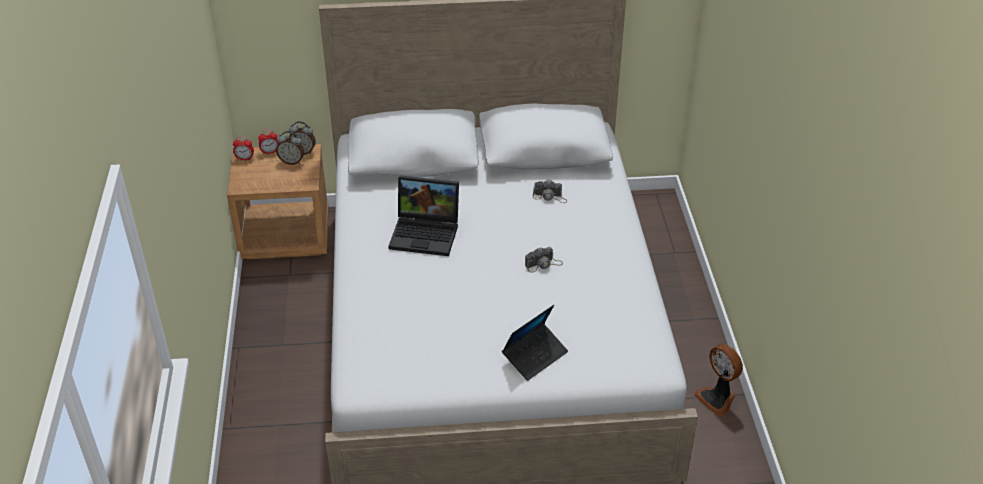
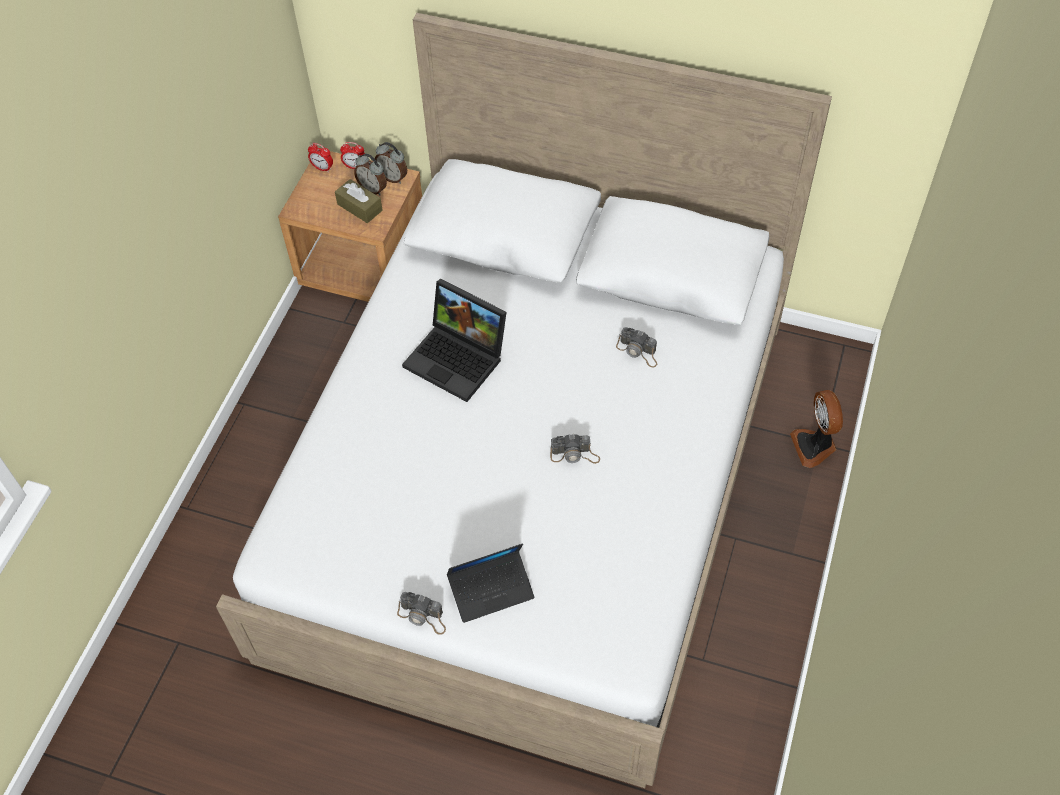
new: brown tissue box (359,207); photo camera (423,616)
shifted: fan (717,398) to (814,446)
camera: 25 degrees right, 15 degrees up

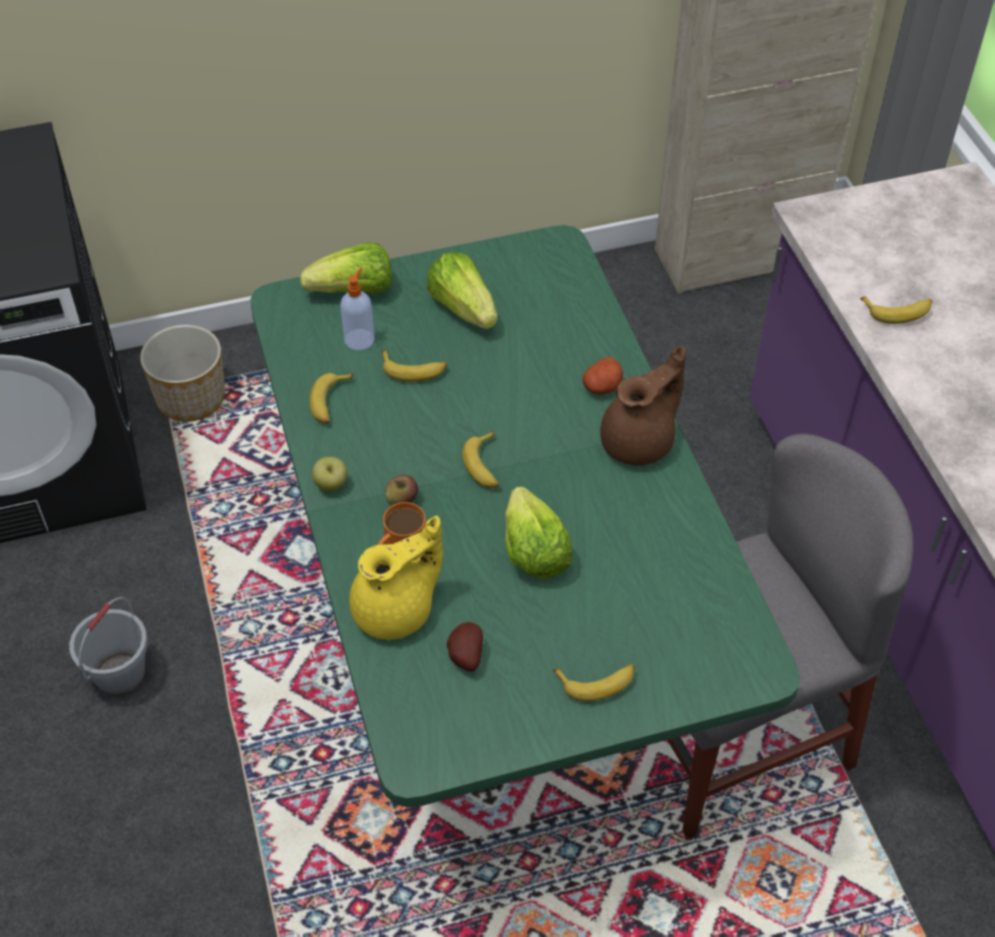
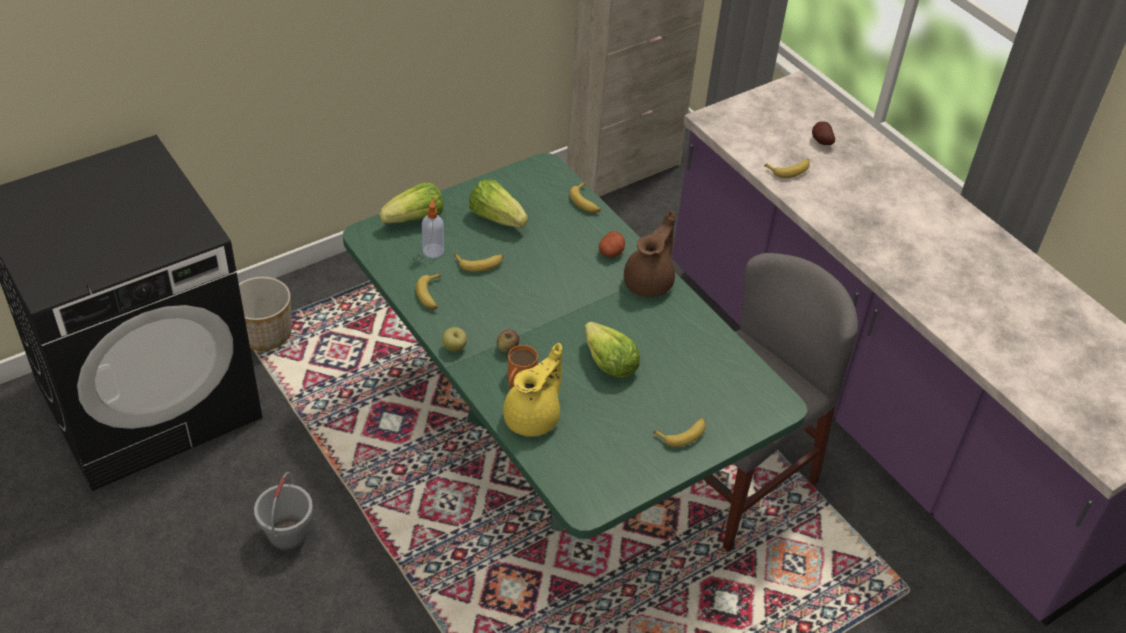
shifted: potato (464,656) to (820,141); banana (485,466) to (586,202)
camera: 20 degrees left, 5 degrees down

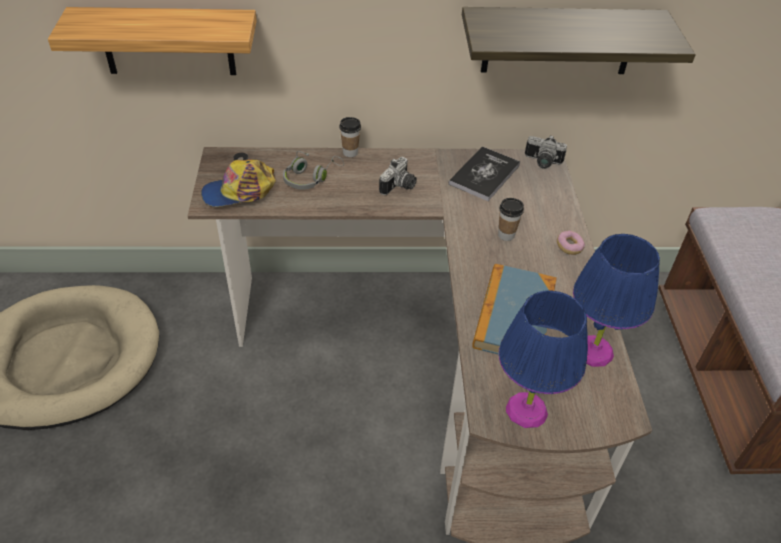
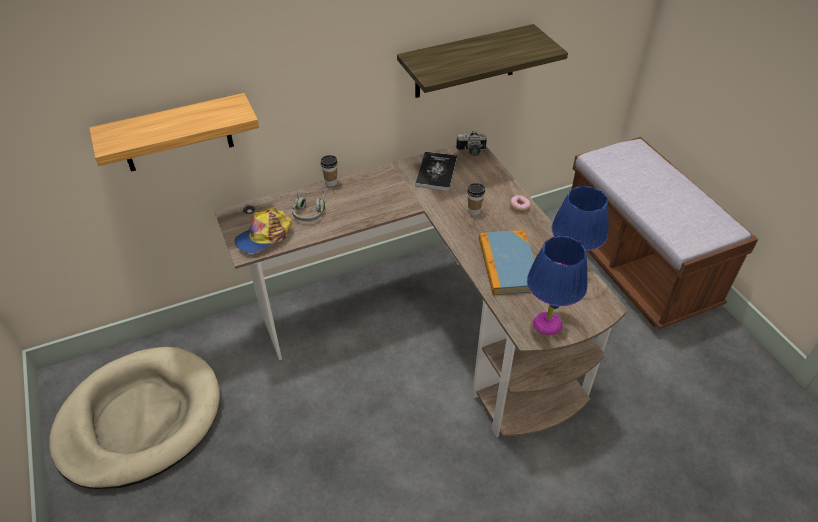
gone: photo camera (399,187)
camera: 20 degrees left, 0 degrees up

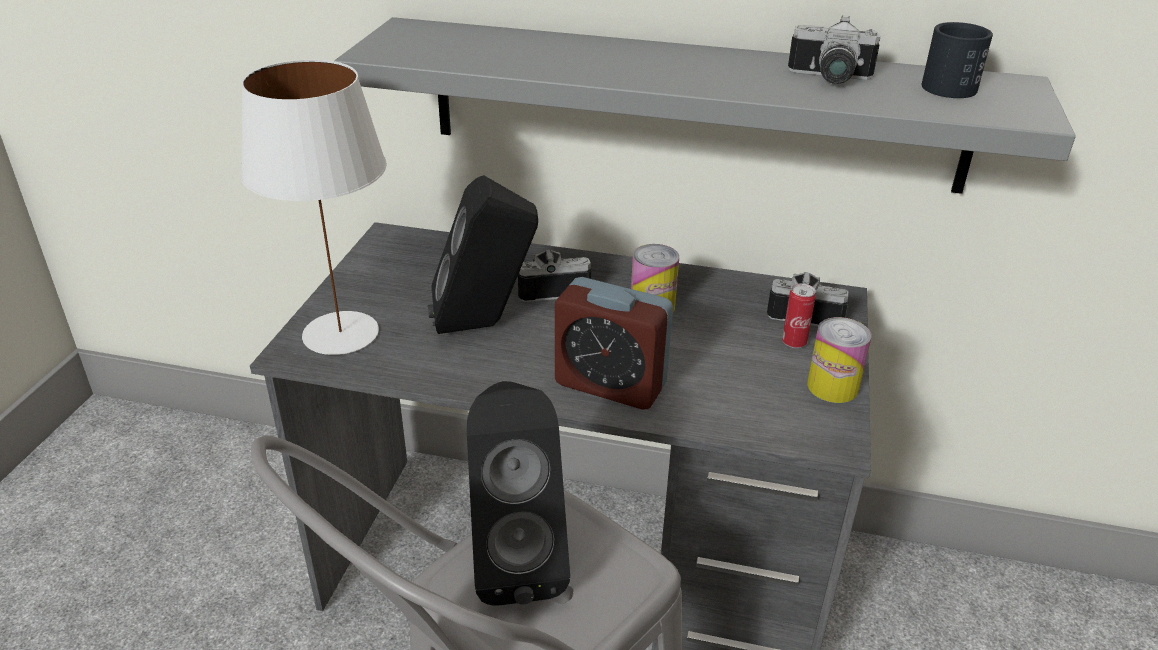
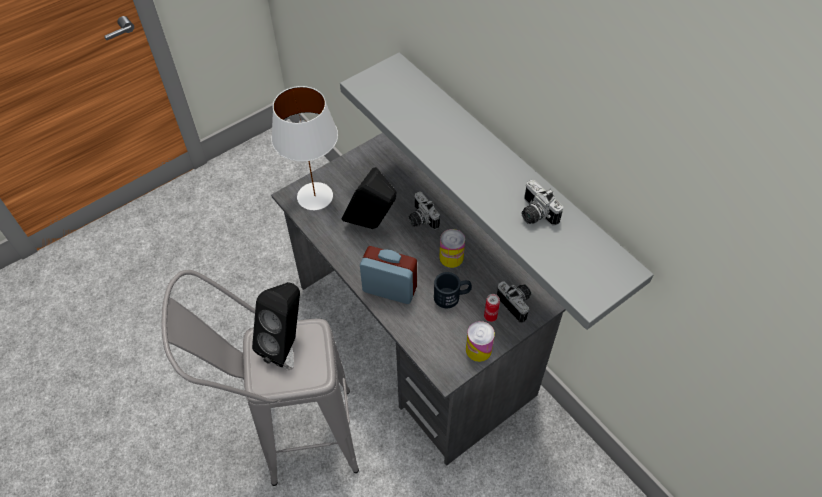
shifted: black mug (954,85) to (452,296)
rotated: photo camera (552,287) = (420,219) 150 degrees counterclockwise; alarm clock (610,385) = (389,289) 135 degrees clockwise
camera: 40 degrees right, 20 degrees up

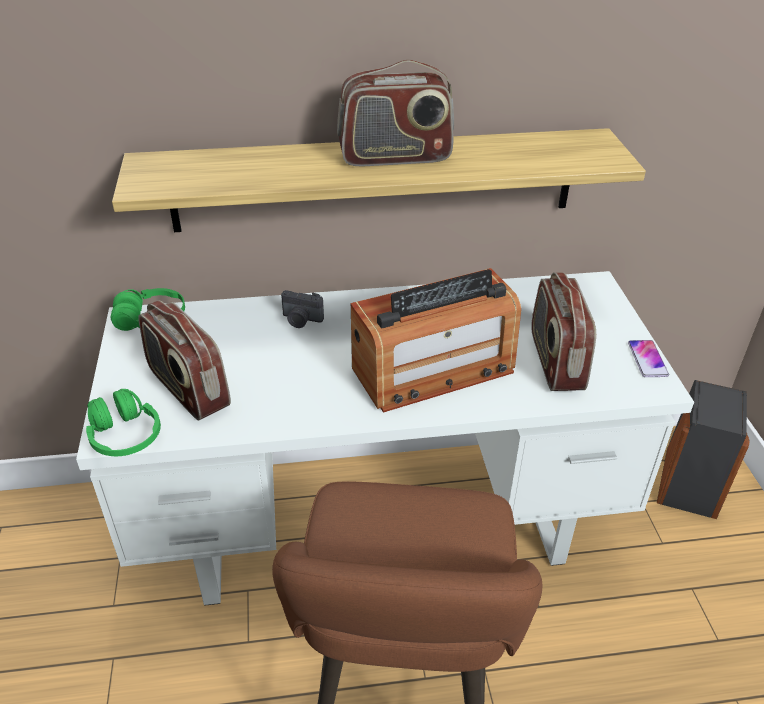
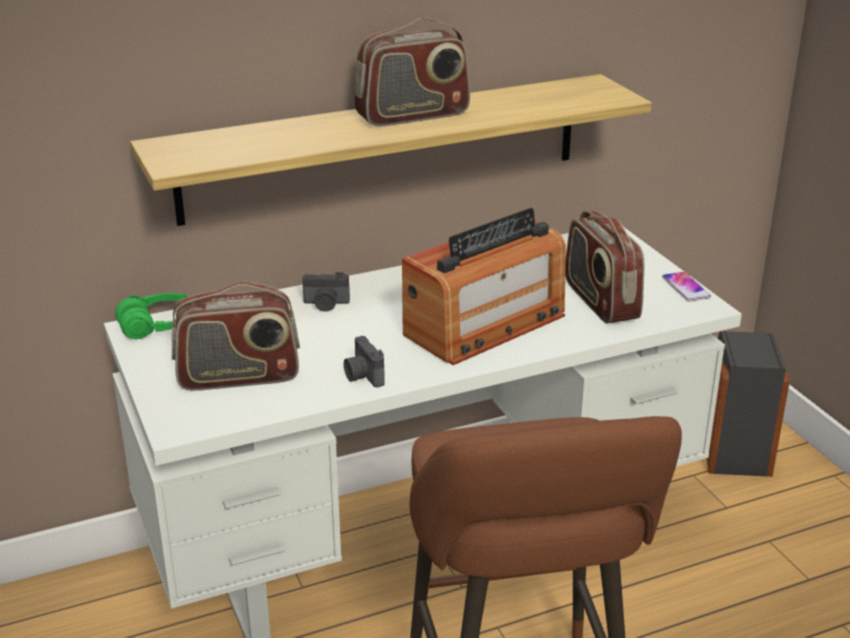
gone: green headphones (125,435)
new: photo camera (362,376)
rotated: radio (188,388) = (238,377) 45 degrees counterclockwise
camera: 15 degrees left, 10 degrees down

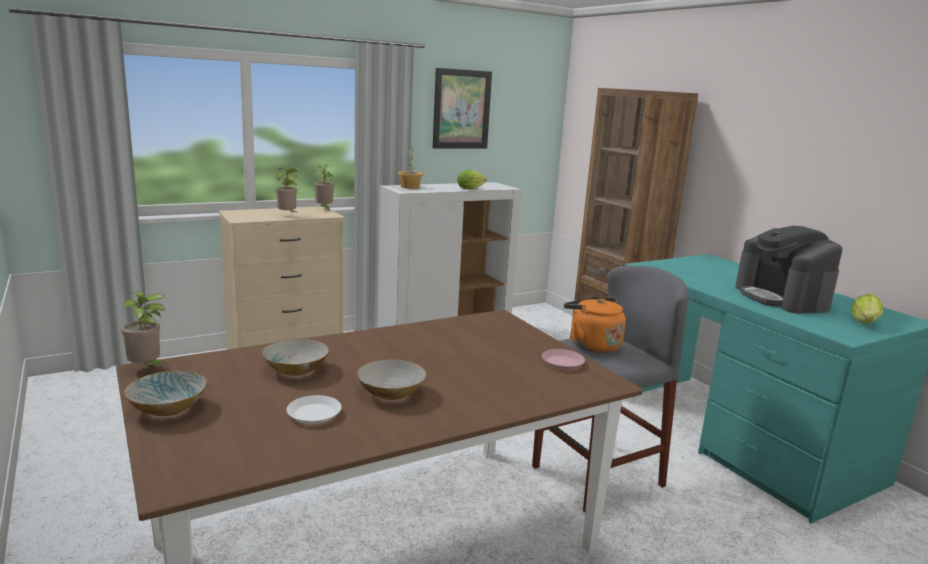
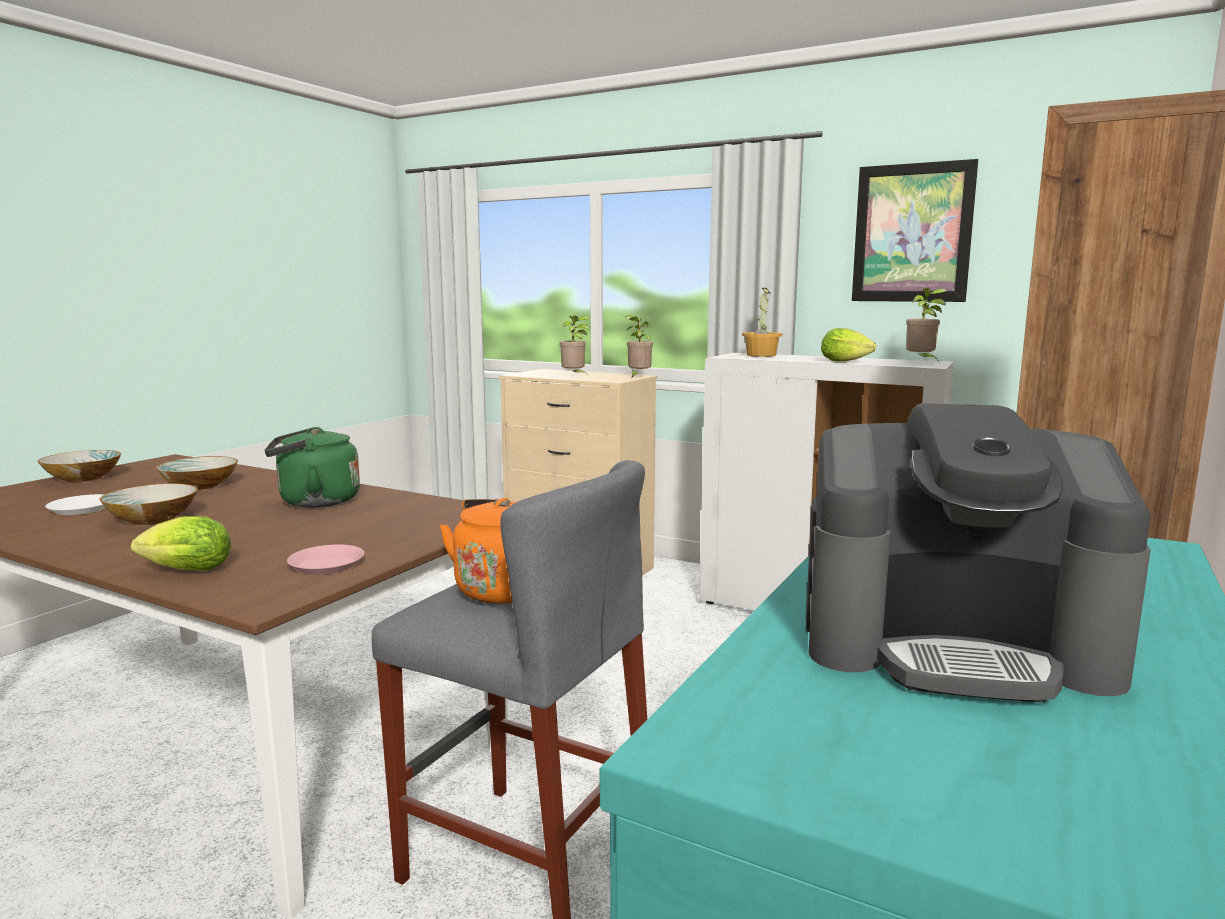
new: green kettle (314,502)
shifted: potted plant (147,368) to (921,362); lettuce (864,324) to (183,571)
rotated: coffee machine (781,298) = (953,643) 120 degrees counterclockwise
camera: 60 degrees right, 5 degrees down

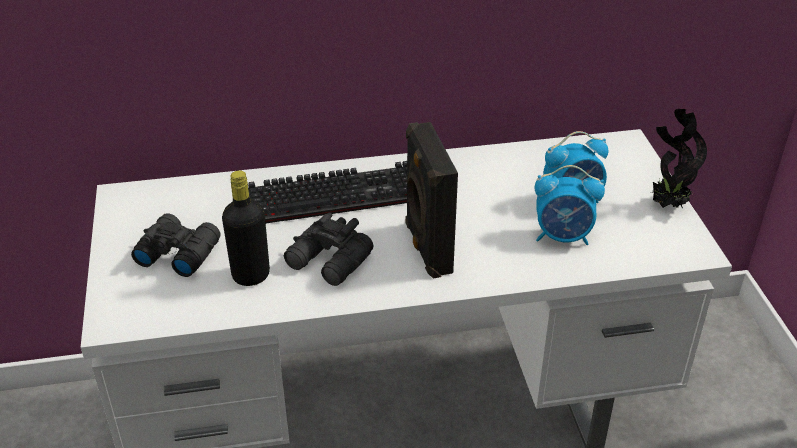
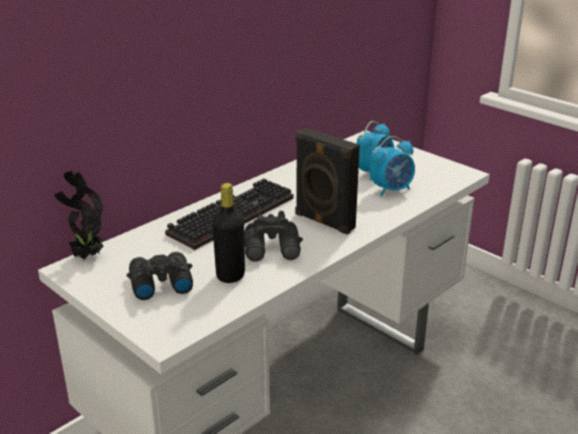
shifted: potted plant (666,205) to (87,257)
camera: 35 degrees left, 10 degrees down

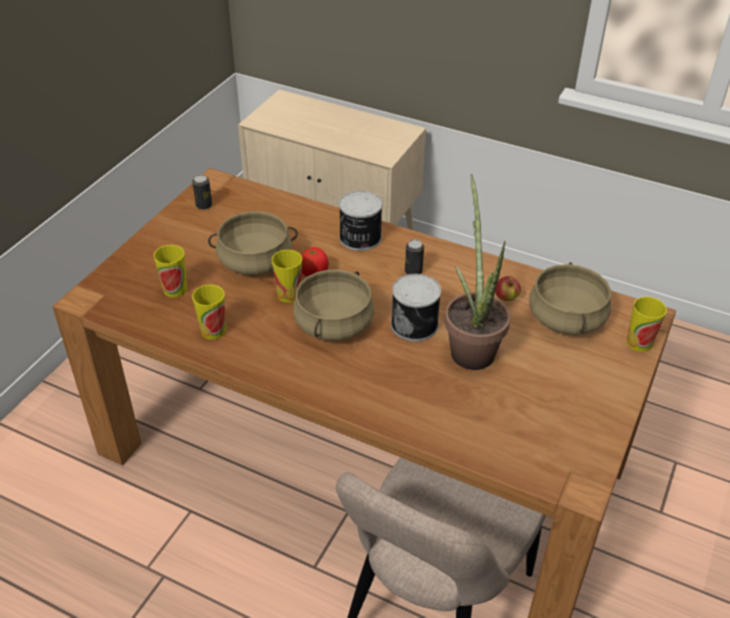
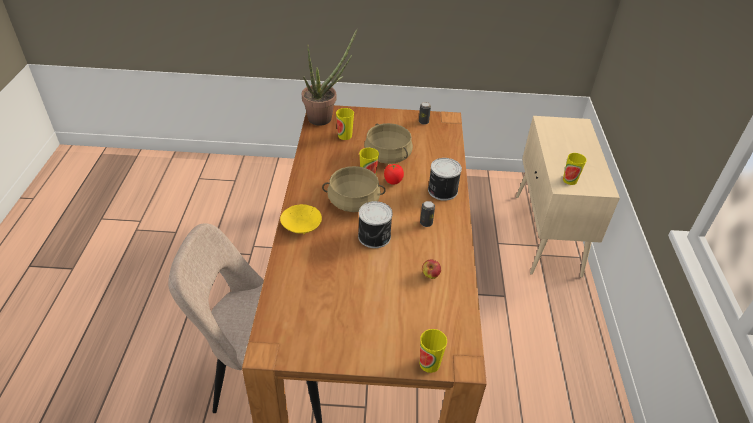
gone: beige cooking pot (567,318)
new: yellow bowl (301,225)
shifted: cup (213,330) to (569,180); potted plant (470,347) to (325,117)
camera: 65 degrees right, 0 degrees up

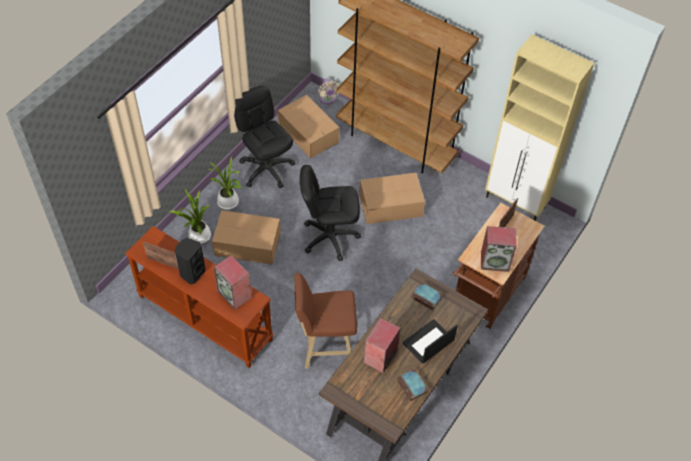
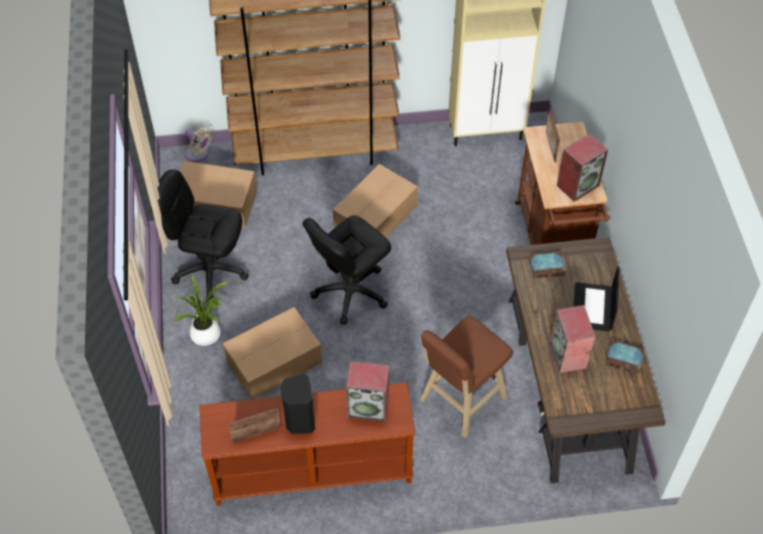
gone: potted plant (198,237)
camera: 40 degrees left, 0 degrees up

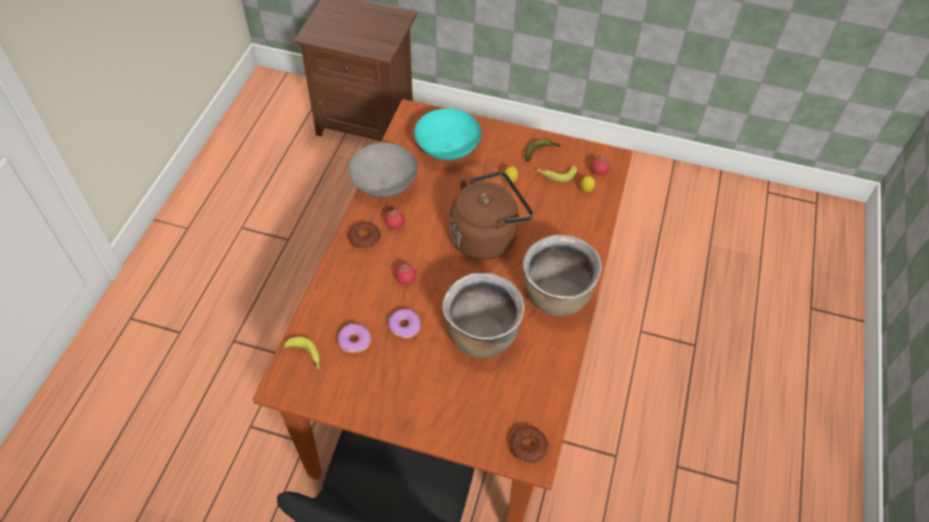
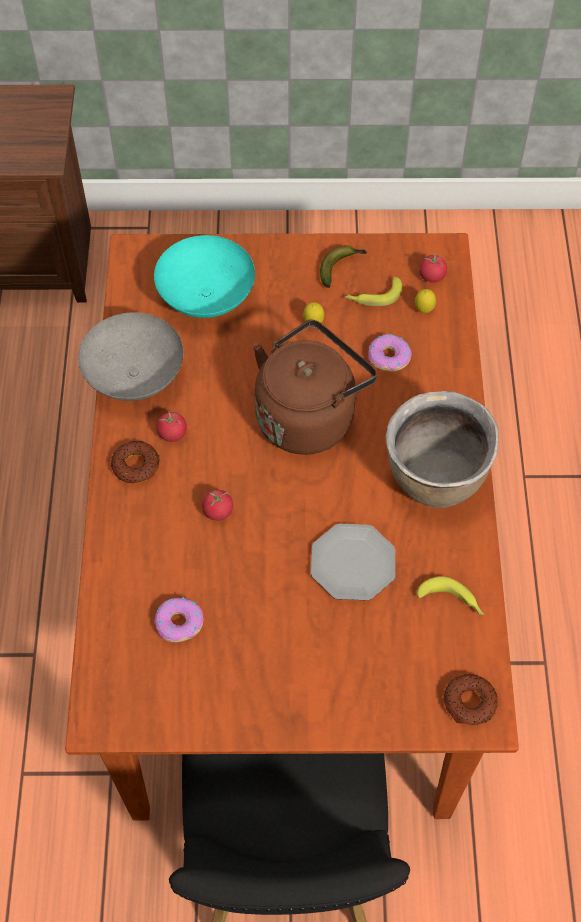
shifted: banana (306,356) to (451,601); donut (404,326) to (389,357)
swapped: brown cooking pot (481,335) to plate (352,564)
camera: 15 degrees left, 5 degrees up

